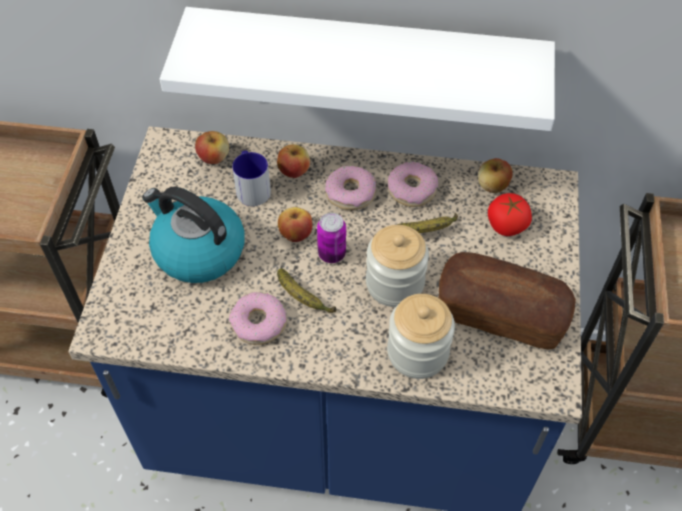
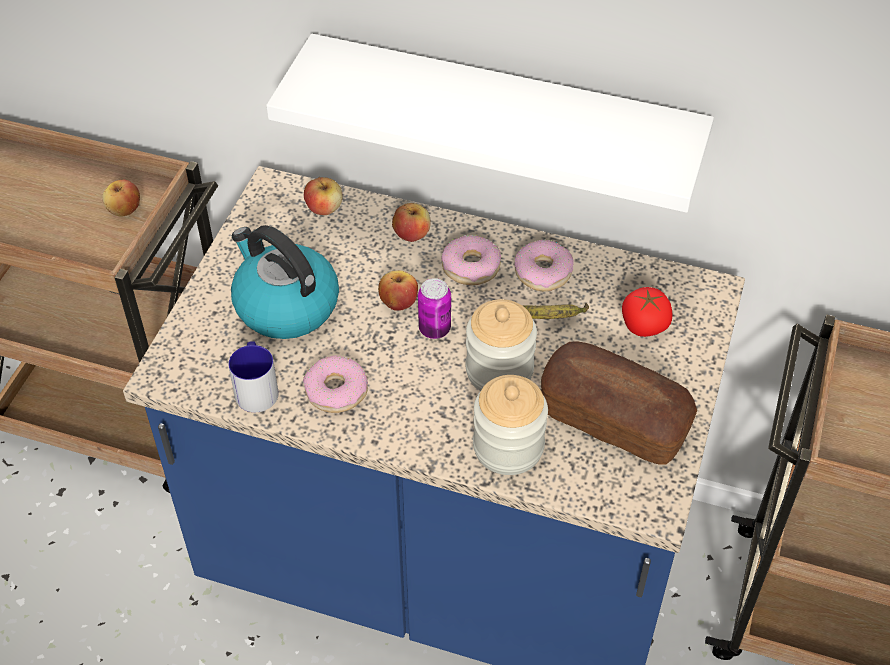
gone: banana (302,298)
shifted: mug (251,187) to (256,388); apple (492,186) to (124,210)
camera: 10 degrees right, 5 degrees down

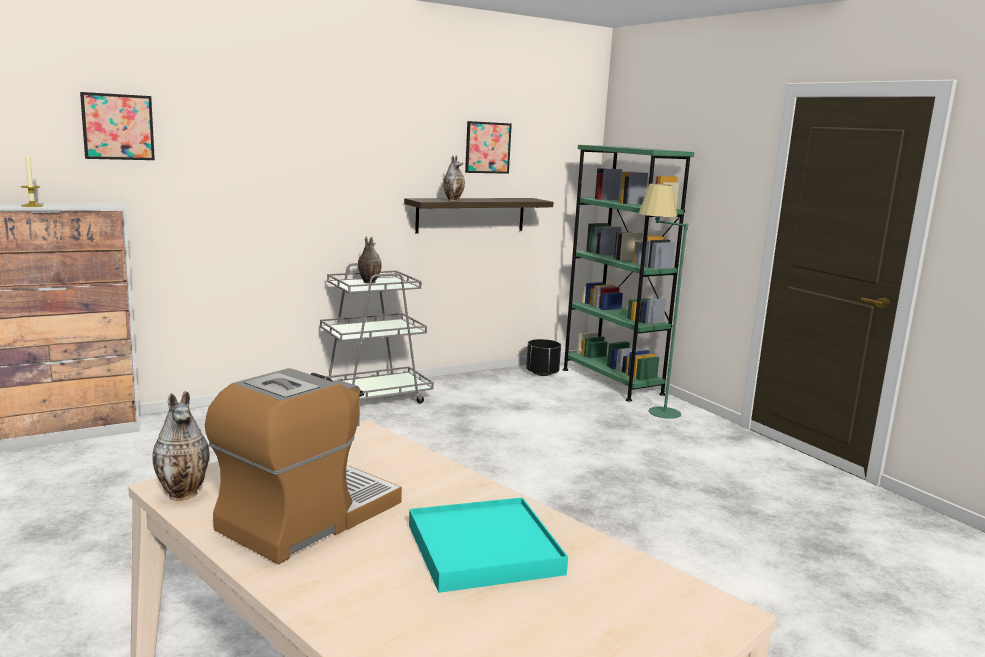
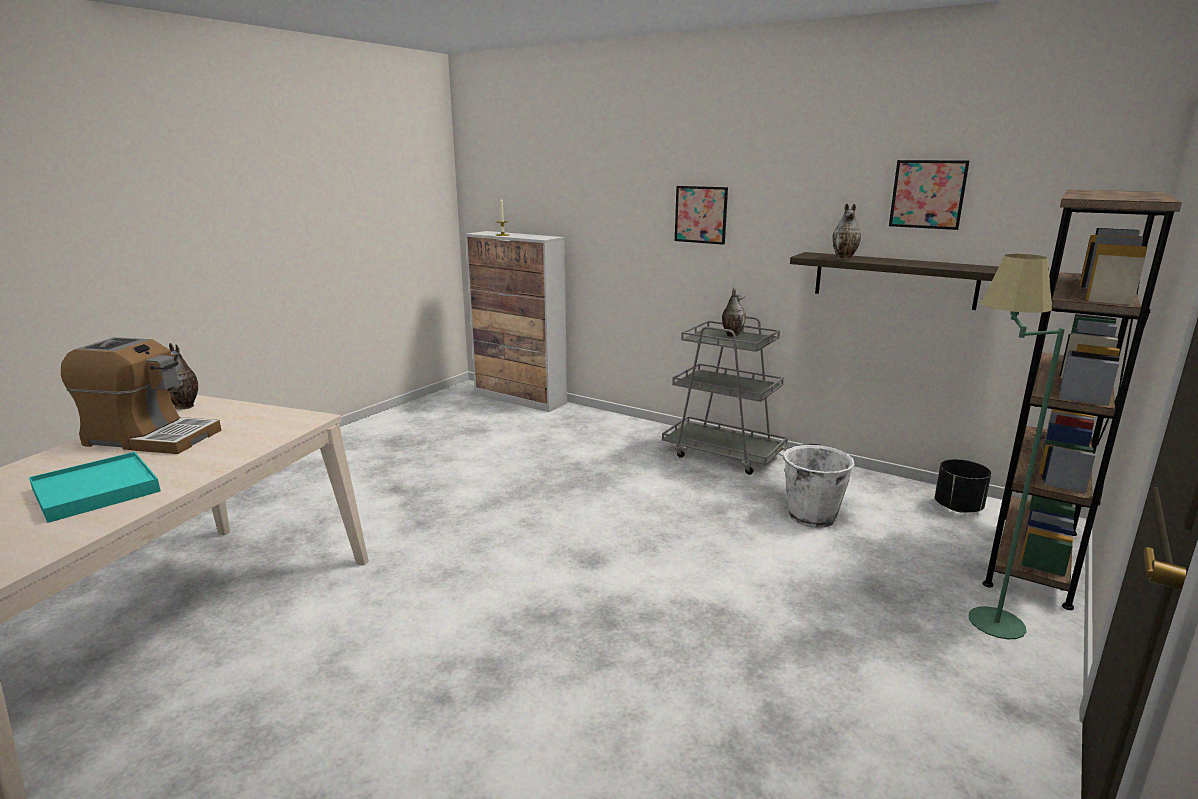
new: white bucket (809,515)
shifted: picture (118,127) to (701,214)
repainted: green bookcase (611,382) to brown bookcase (1032,557)
camera: 65 degrees right, 5 degrees up

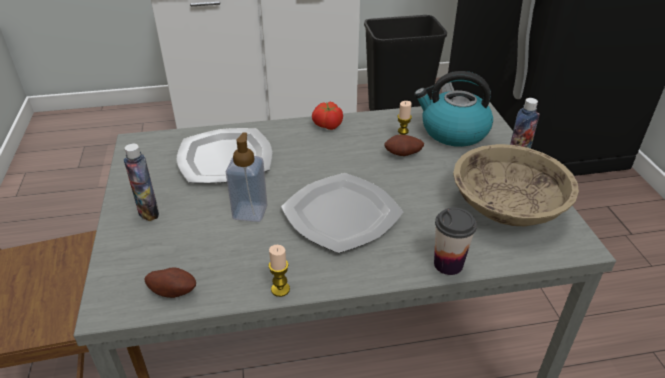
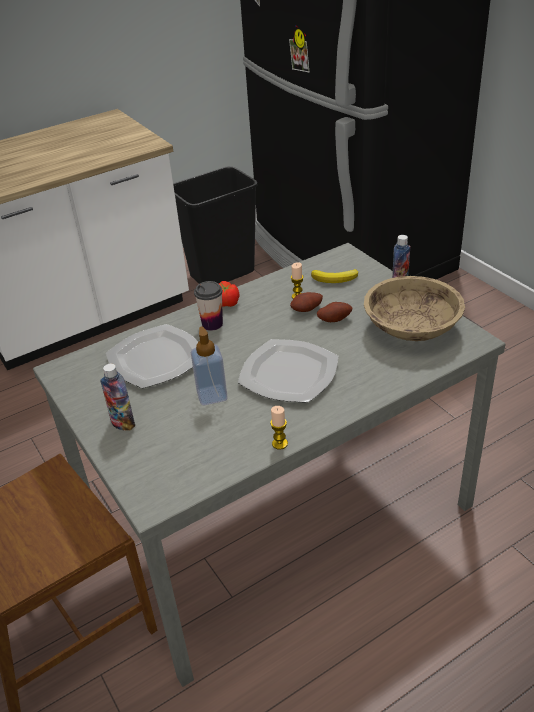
shifted: potato (173,291) to (334,319); cup (448,264) to (212,324)
swapped: kettle (453,132) to banana (336,279)
camera: 20 degrees left, 0 degrees up

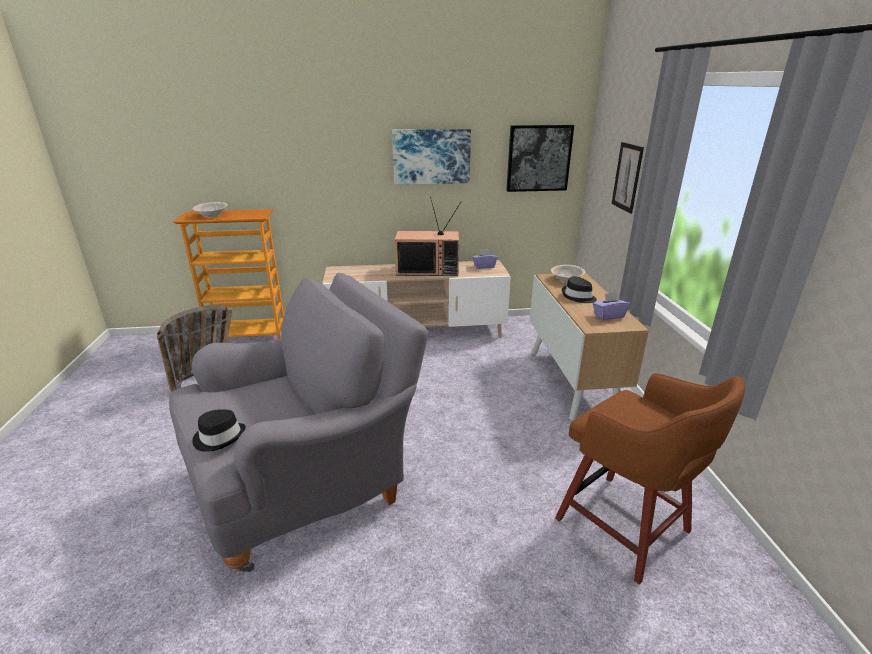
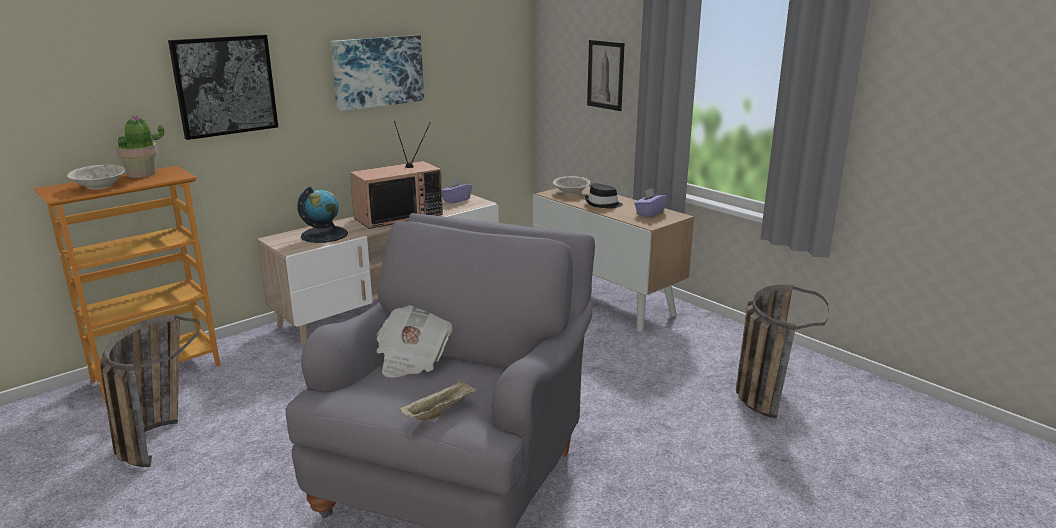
new: potted plant (142,174); globe (324,235); newspaper (412,359)
shifted: picture (538,158) to (225,85)
swapped: black hat (219,437) to beige tray (440,411); brown stool (625,528) to basket (764,390)
camera: 35 degrees left, 5 degrees down

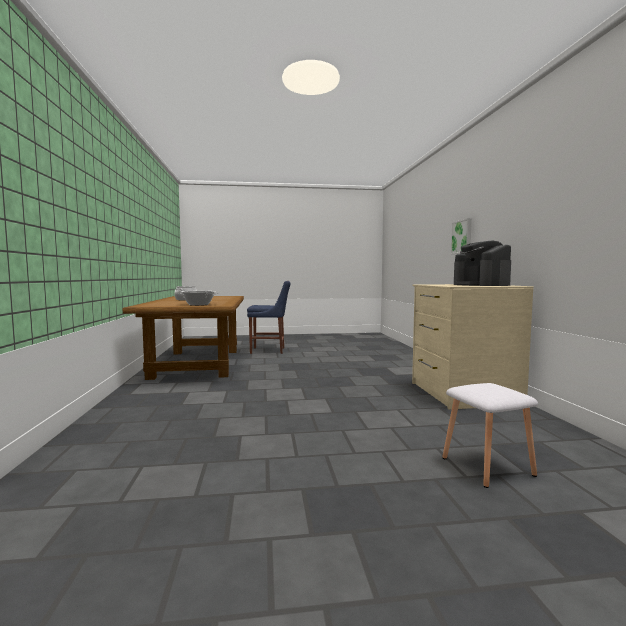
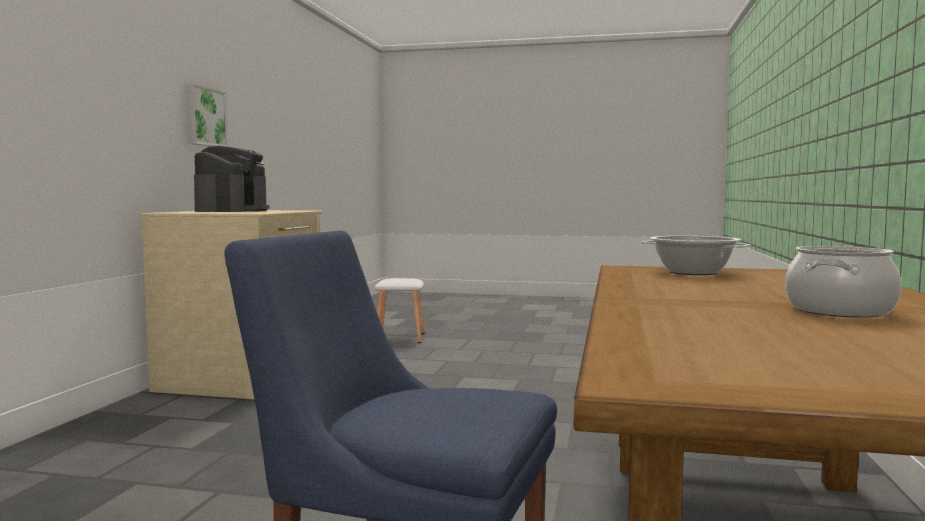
shifted: picture (462,237) to (205,117)
camera: 160 degrees left, 0 degrees up

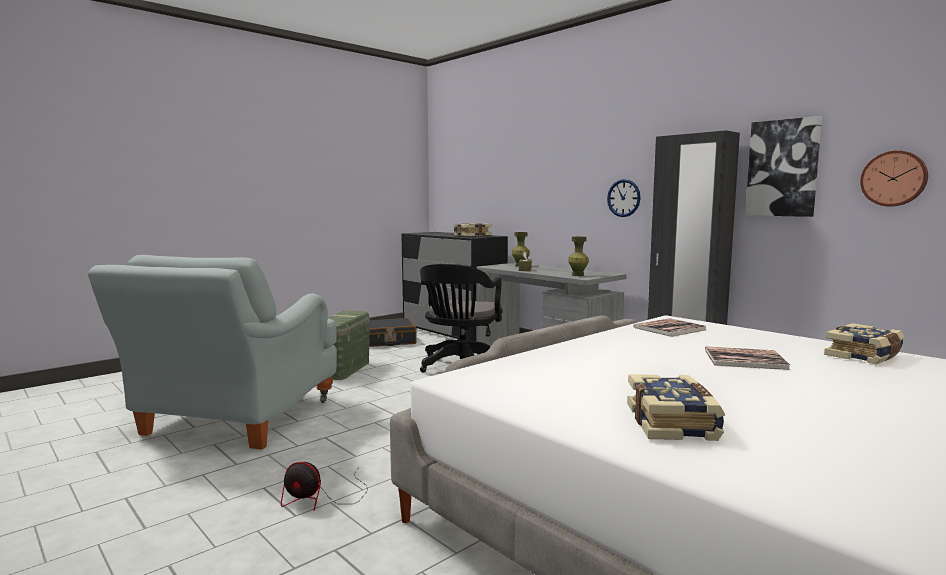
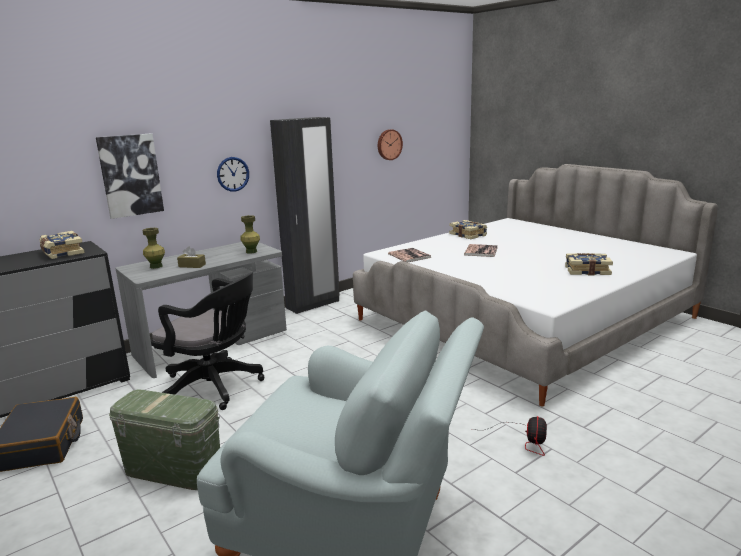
shifted: picture (782,168) to (130,175)
camera: 85 degrees left, 10 degrees up

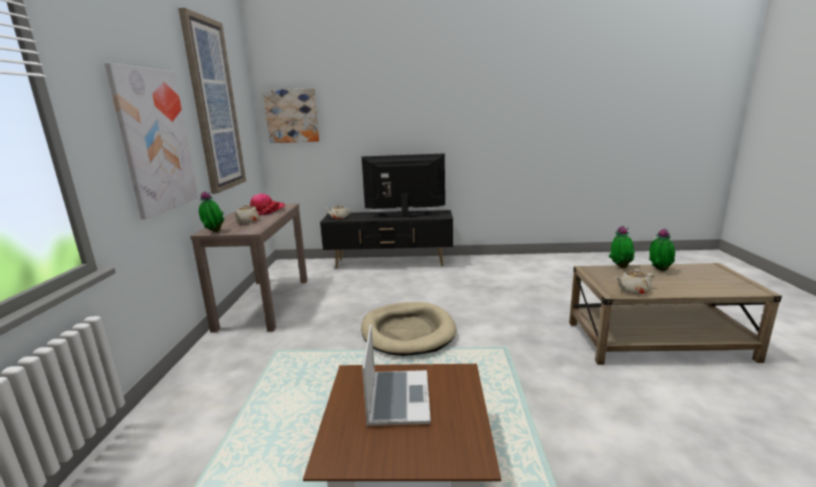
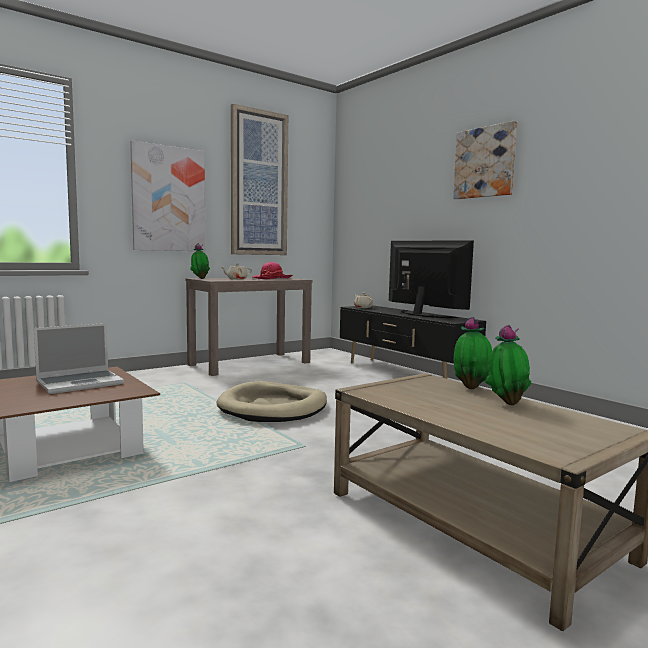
gone: beige teapot (633,290)
shifted: picture (292,116) to (485,162)
camera: 50 degrees right, 10 degrees down

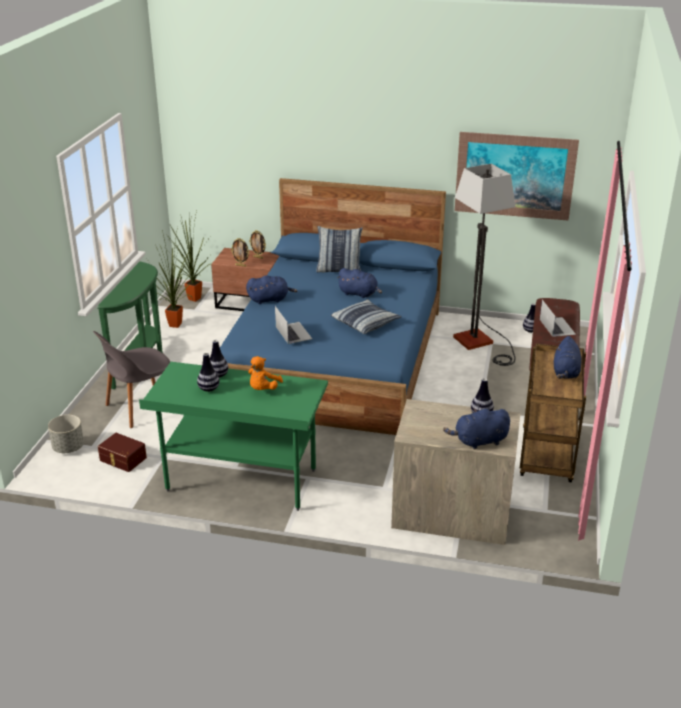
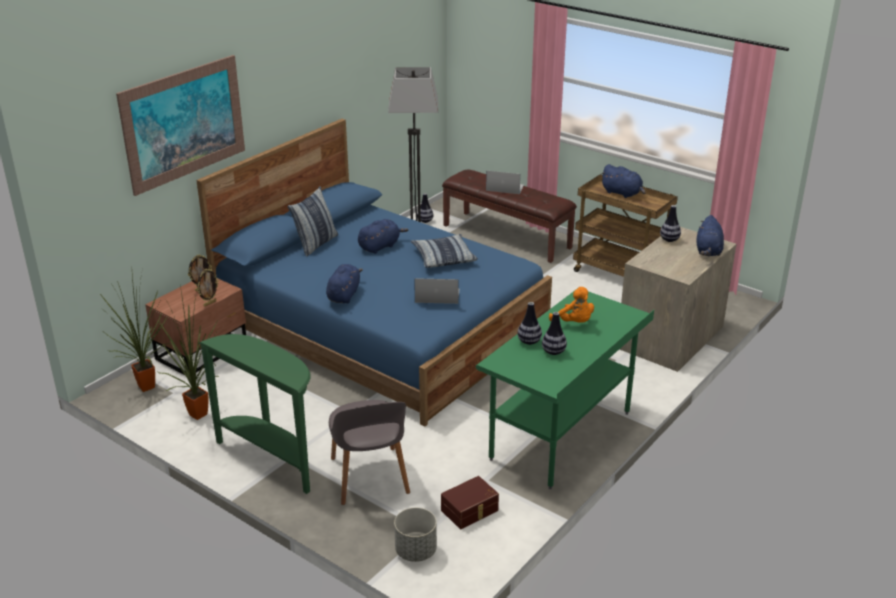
shifted: picture (514,176) to (184,123)
camera: 65 degrees left, 0 degrees up

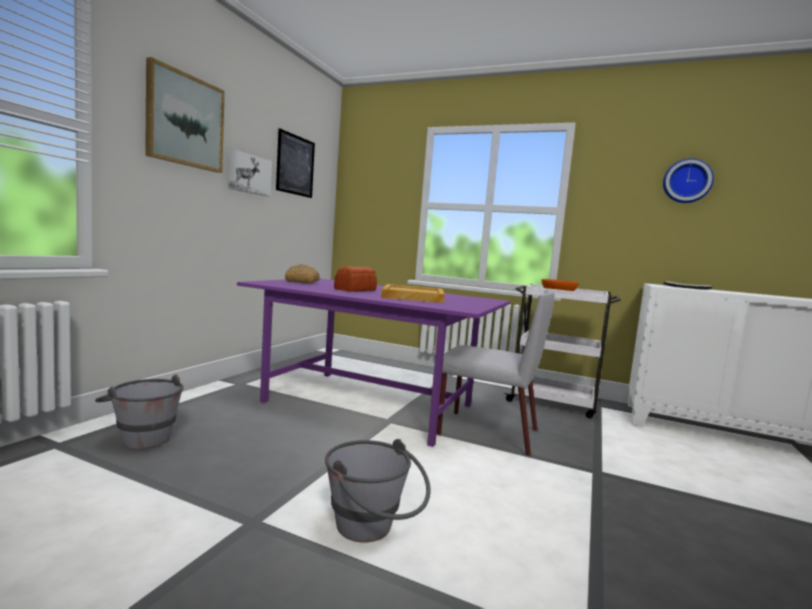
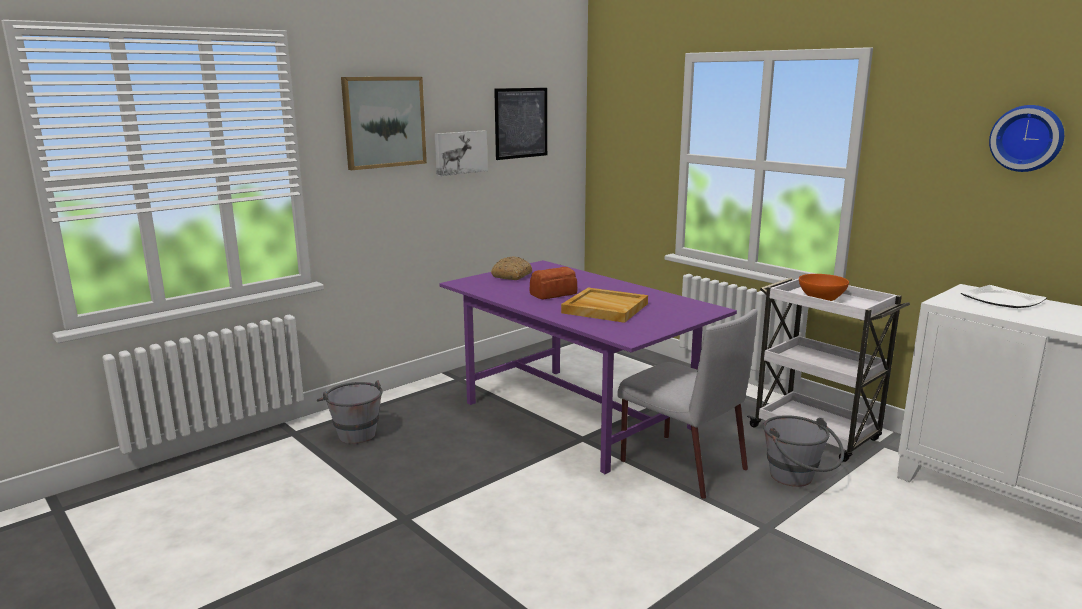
shifted: grey bucket (373,530) to (798,480)
camera: 25 degrees right, 10 degrees up

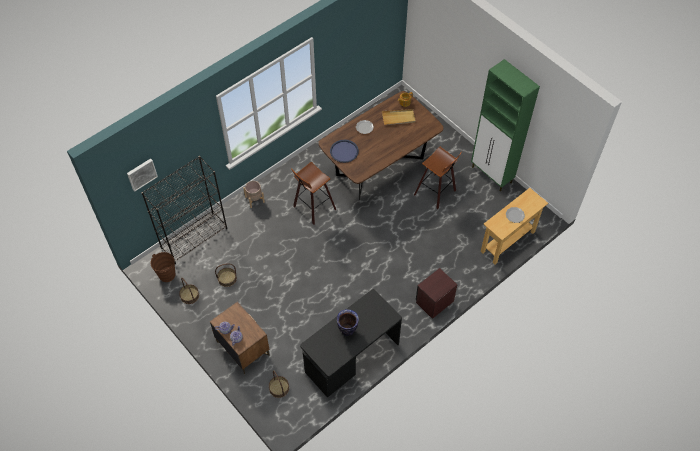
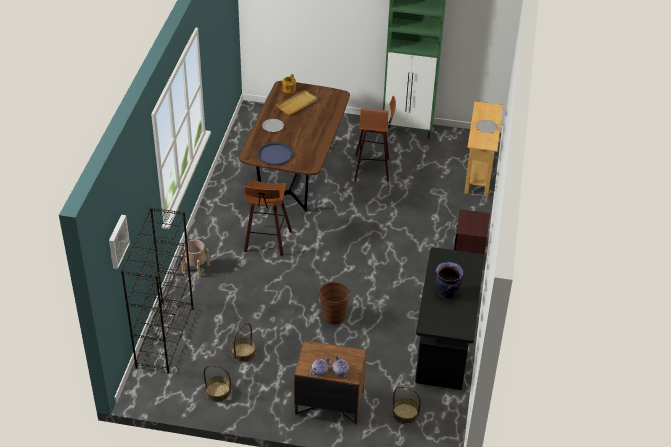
shifted: brown bucket (166,275) to (333,316)
camera: 40 degrees left, 15 degrees down

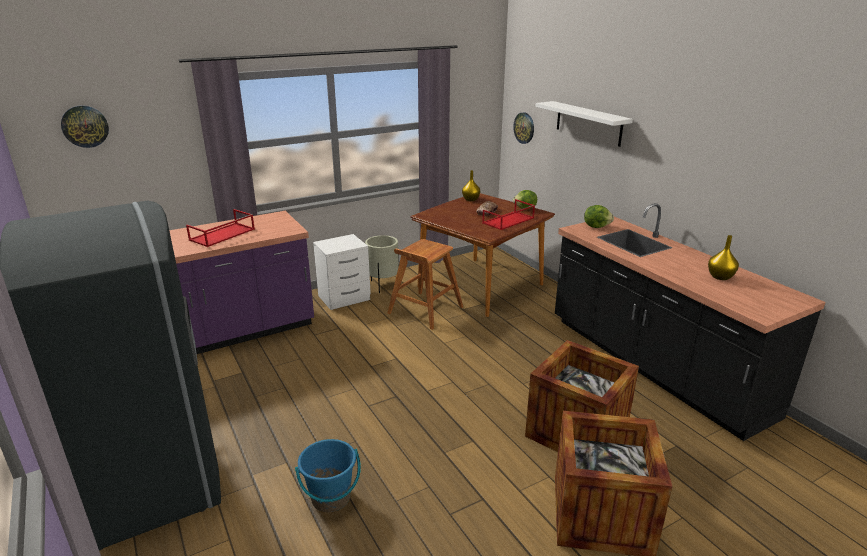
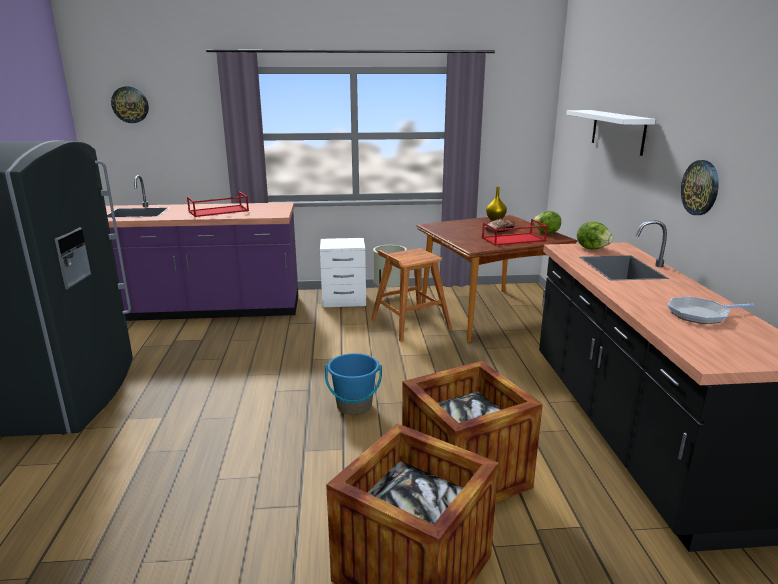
shifted: blue bucket (331,498) to (354,406); wall clock (524,128) to (700,187)
swapped: yellow vase (721,277) to frying pan (700,314)
camera: 25 degrees right, 5 degrees down

